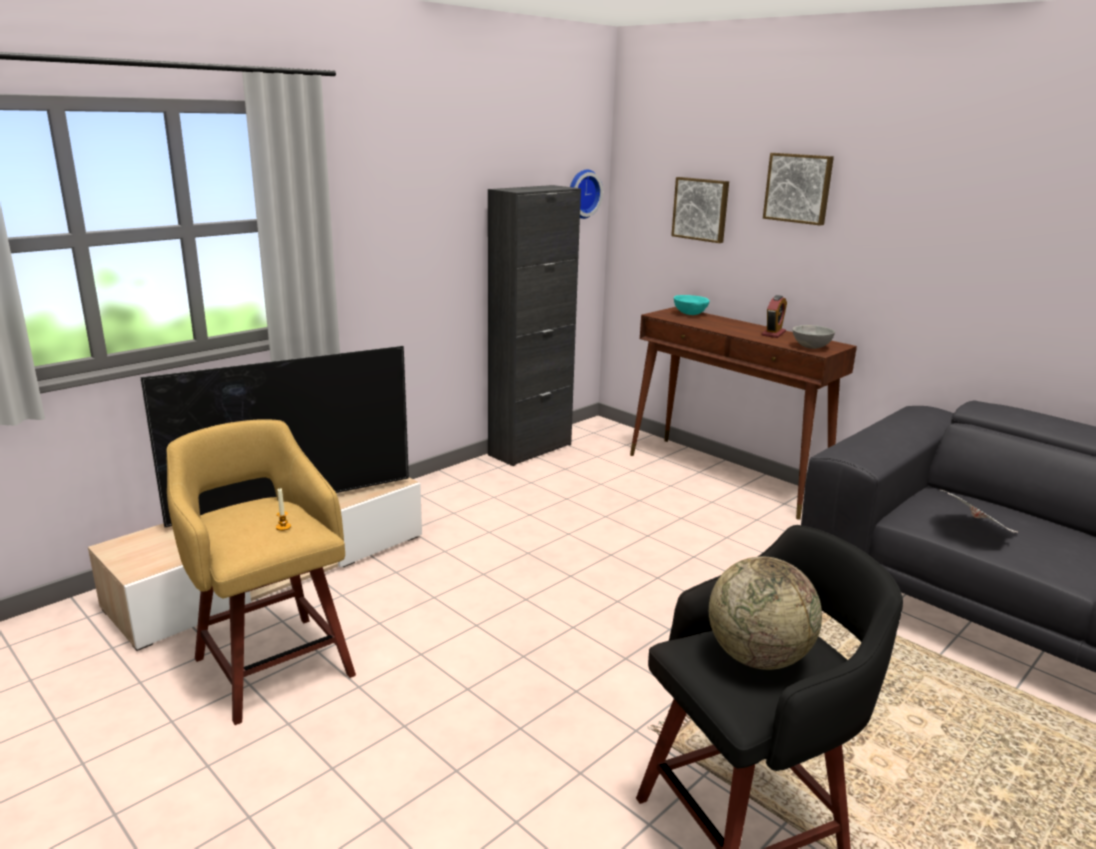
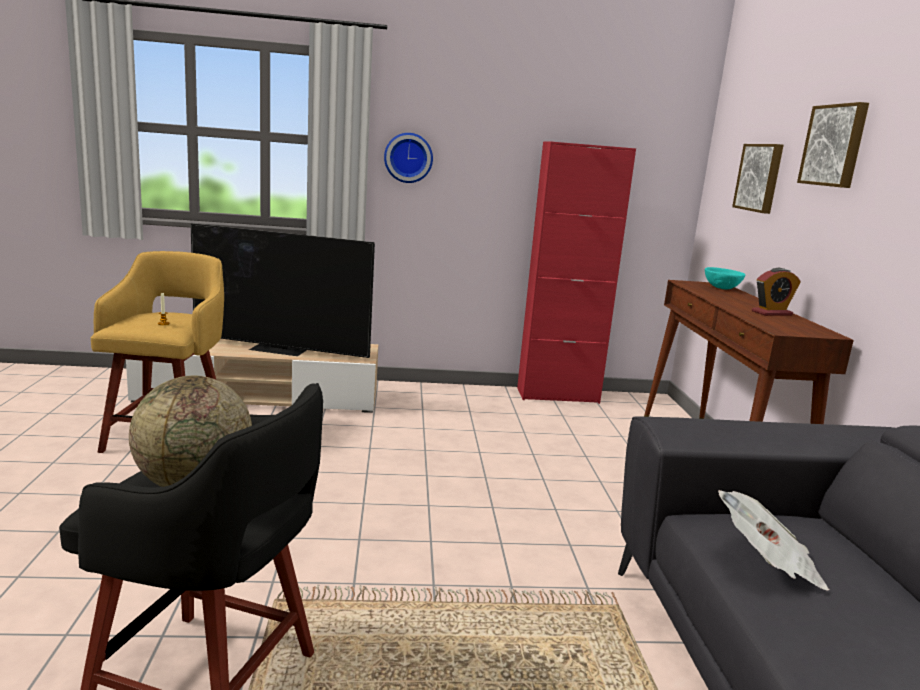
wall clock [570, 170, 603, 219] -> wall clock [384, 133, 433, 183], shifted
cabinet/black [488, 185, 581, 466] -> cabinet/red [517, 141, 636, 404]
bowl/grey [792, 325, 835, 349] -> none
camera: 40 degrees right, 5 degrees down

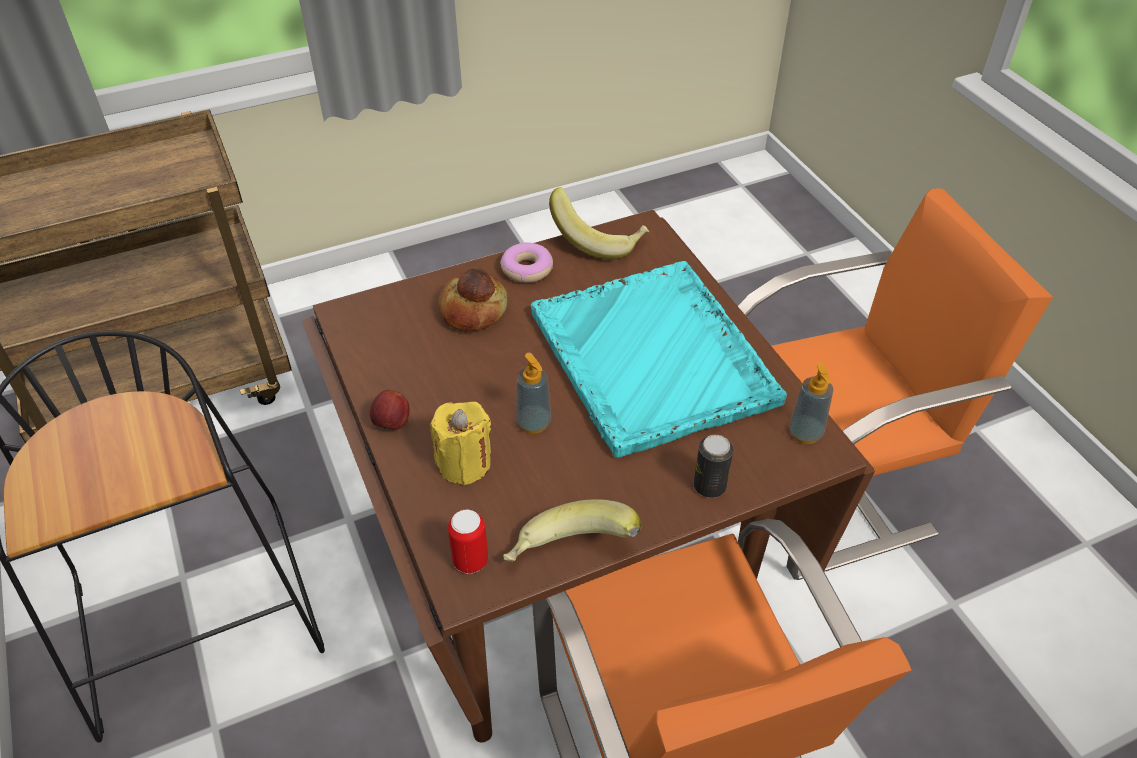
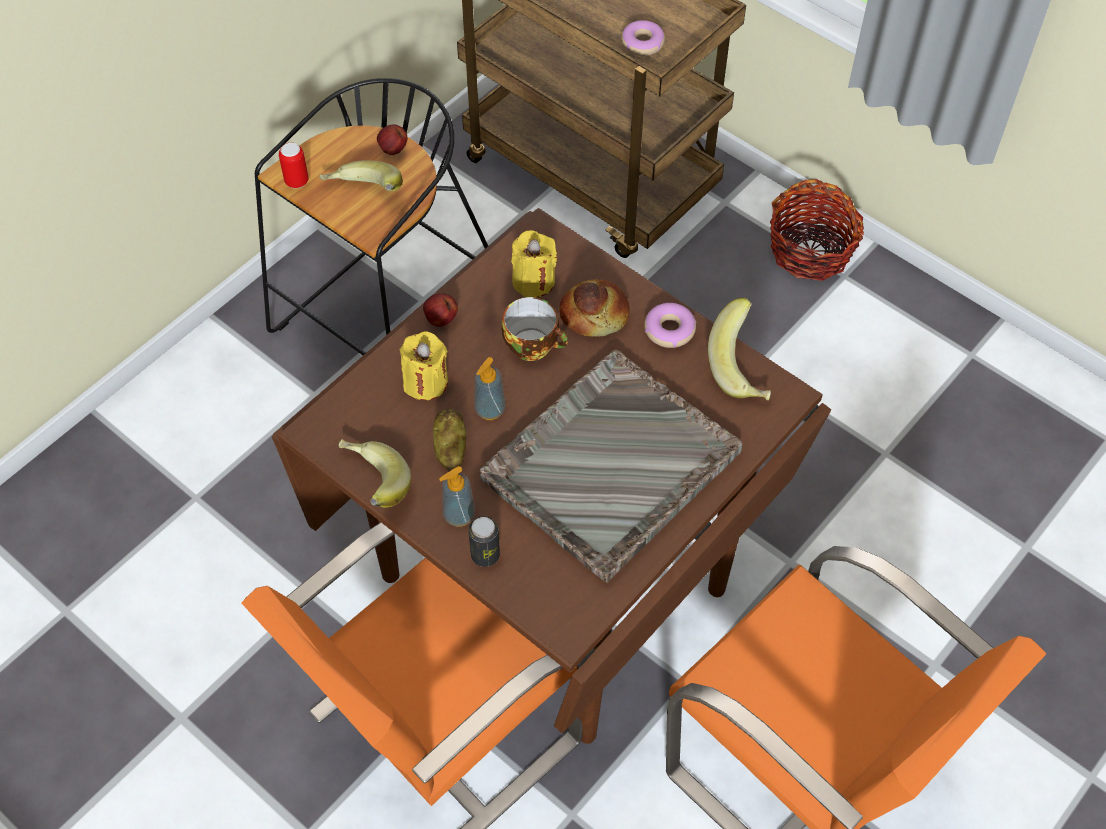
tray/turquoise [531, 261, 787, 458] -> tray/grey [479, 349, 743, 583]
soap dispenser [789, 362, 833, 444] -> soap dispenser [439, 466, 475, 527], shifted
can [448, 509, 488, 574] -> can [279, 143, 309, 188], shifted
none -> donut [621, 20, 665, 56]
none -> apple [377, 124, 407, 155]
none -> banana [319, 161, 403, 191]
none -> basket [770, 179, 864, 281]
none -> candle/yellow [511, 231, 557, 297]
none -> cup [502, 297, 568, 361]
none -> potato [433, 409, 466, 471]
camera: 65 degrees right, 10 degrees up

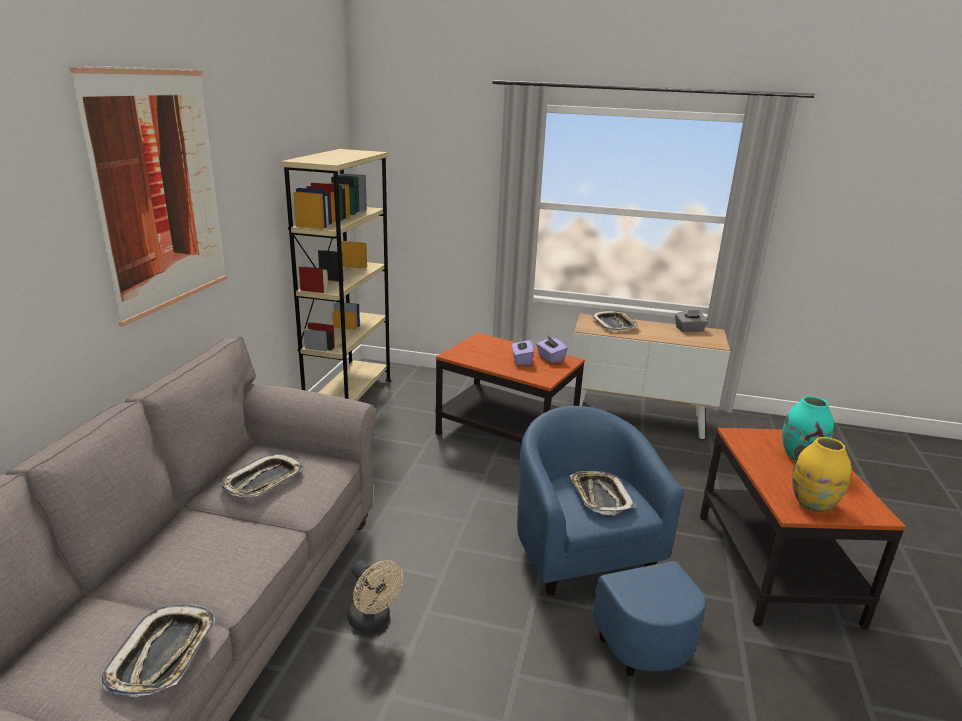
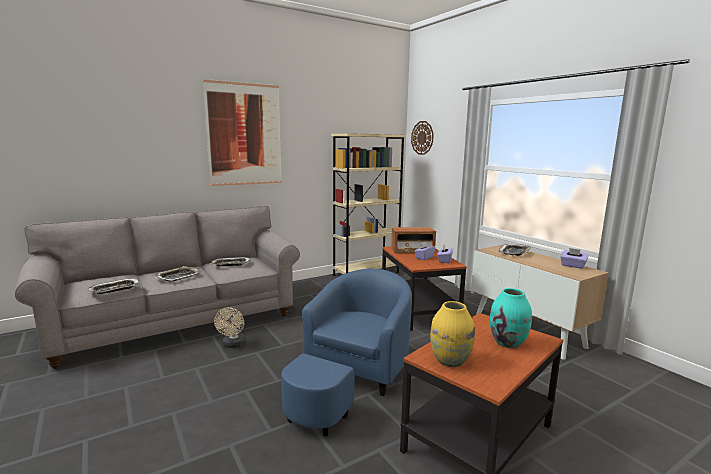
tissue box/grey [675, 310, 708, 332] -> tissue box/purple [560, 248, 589, 269]
tray [570, 471, 636, 515] -> tray [155, 266, 201, 282], shifted
none -> wall clock [411, 121, 434, 155]
none -> radio [391, 227, 436, 254]
camera: 45 degrees right, 10 degrees down

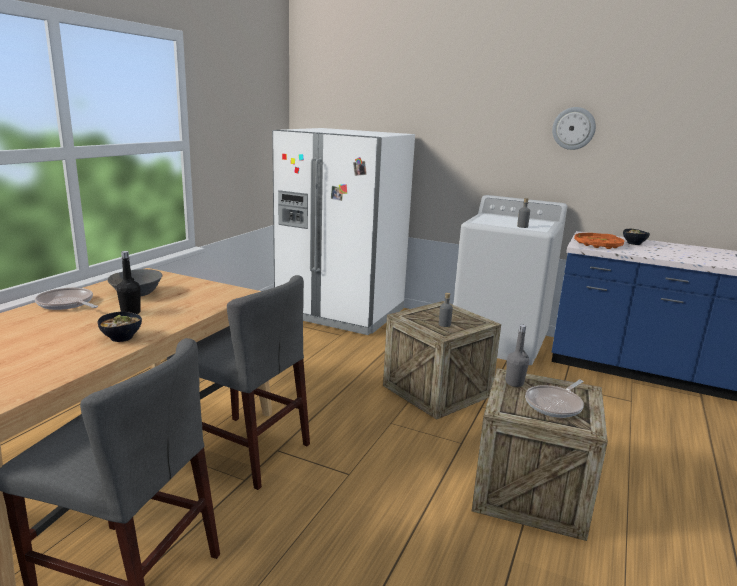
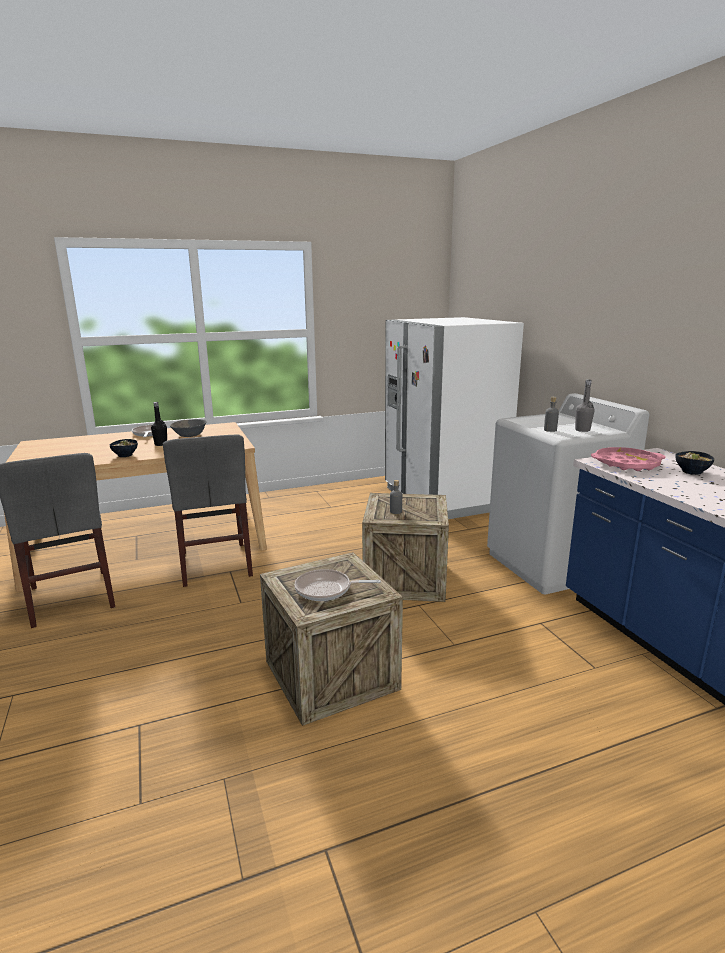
wall clock [552, 107, 596, 150] -> none
tray/orange [574, 233, 625, 249] -> tray/pink [591, 447, 666, 471]
bottle/grey [505, 324, 529, 387] -> bottle/grey [575, 379, 595, 432], shifted
camera: 45 degrees right, 0 degrees up

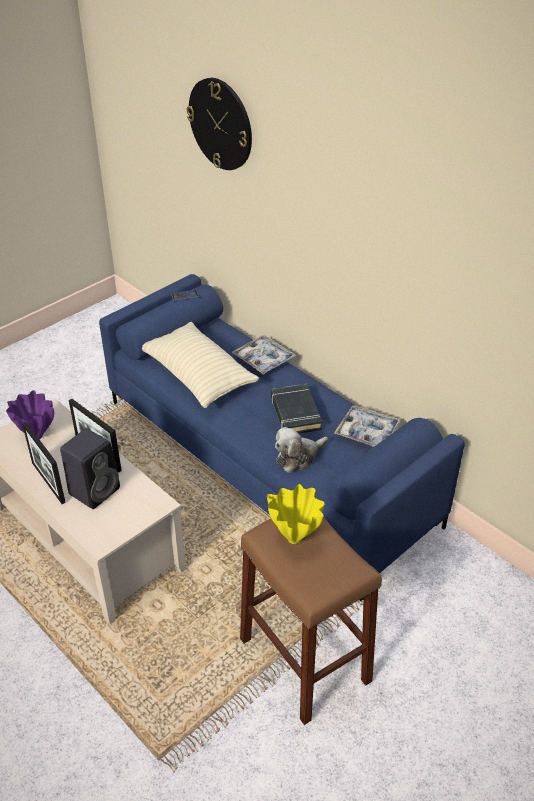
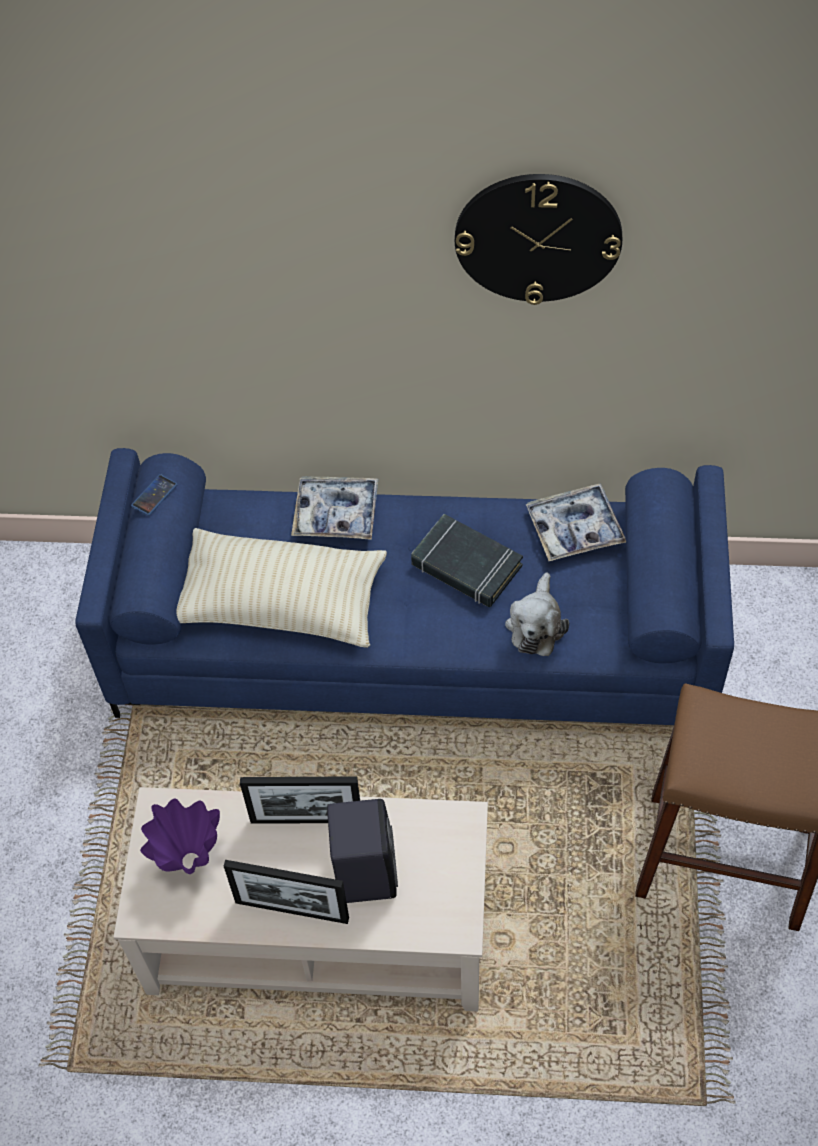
wall clock [187, 78, 252, 170] -> wall clock [455, 174, 622, 305], shifted
vase/yellow [267, 484, 325, 544] -> none
camera: 40 degrees left, 15 degrees up

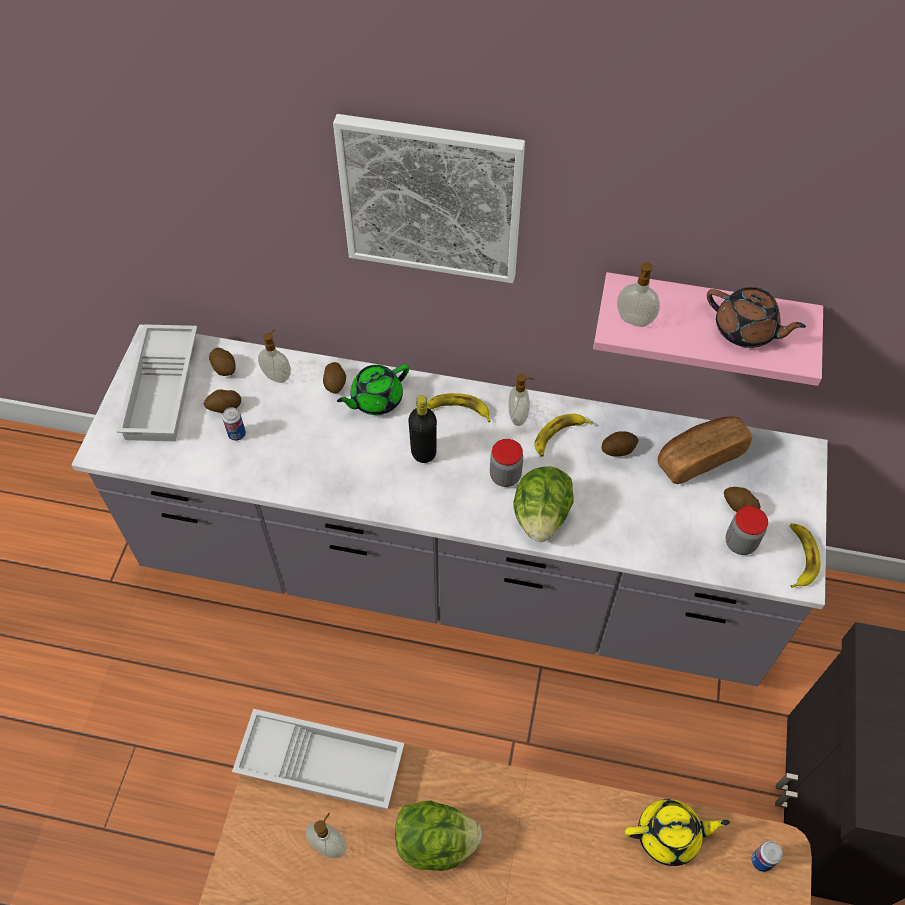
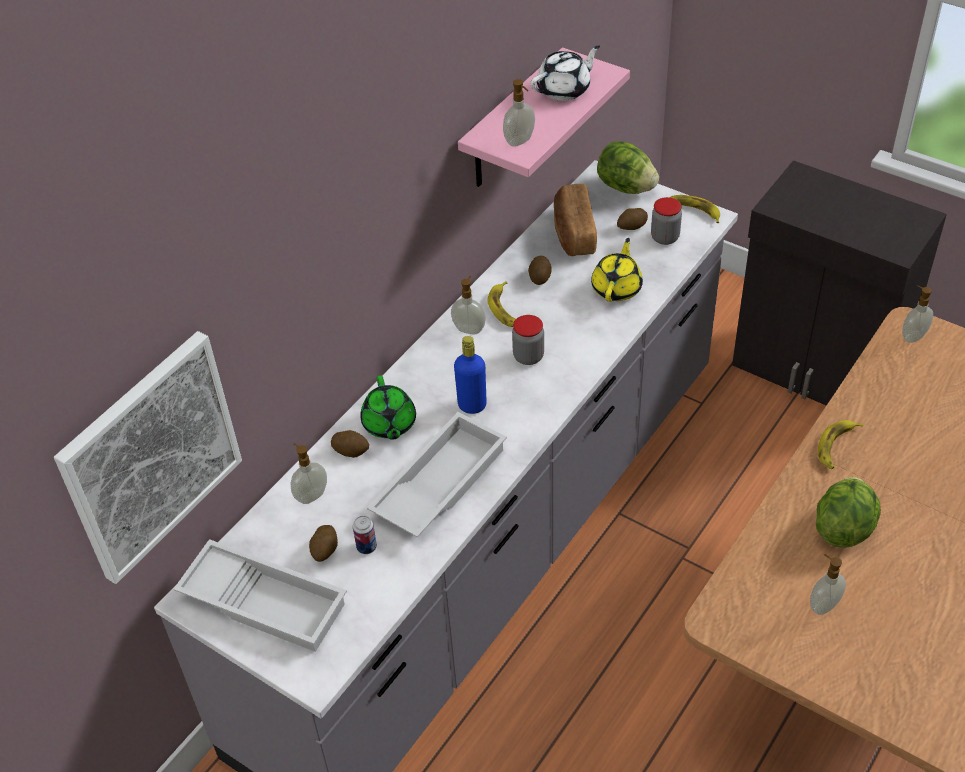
picture [333, 114, 525, 283] -> picture [54, 331, 242, 584], shifted
teapot/brown [707, 287, 806, 348] -> teapot/white [531, 45, 600, 101]
potato [209, 348, 235, 376] -> none
banana [427, 393, 491, 422] -> banana [818, 420, 863, 469], shifted
bottle/black [408, 395, 437, 463] -> bottle/blue [454, 336, 487, 414]
lettuce [513, 466, 574, 542] -> lettuce [597, 142, 659, 194], shifted
tray/white [232, 709, 404, 810] -> tray/white [367, 412, 507, 538], shifted
teapot/yellow [625, 799, 730, 866] -> teapot/yellow [591, 238, 643, 302], shifted
can [751, 841, 783, 872] -> soap dispenser [902, 285, 933, 343]
camera: 65 degrees left, 10 degrees down

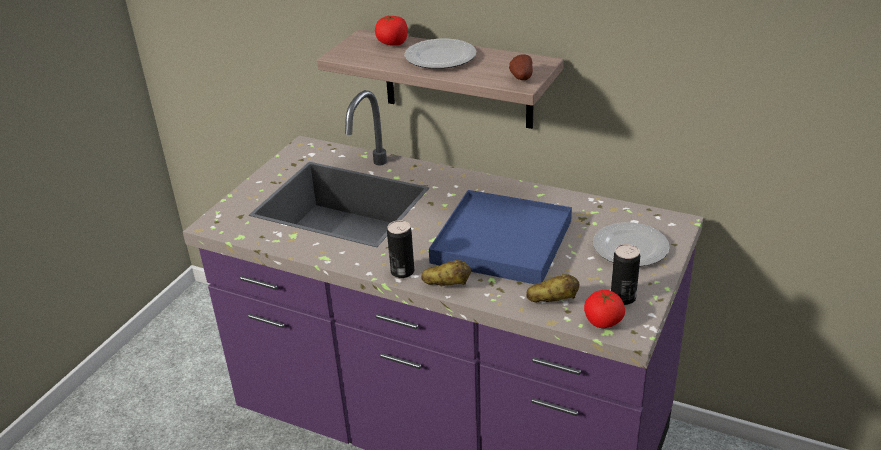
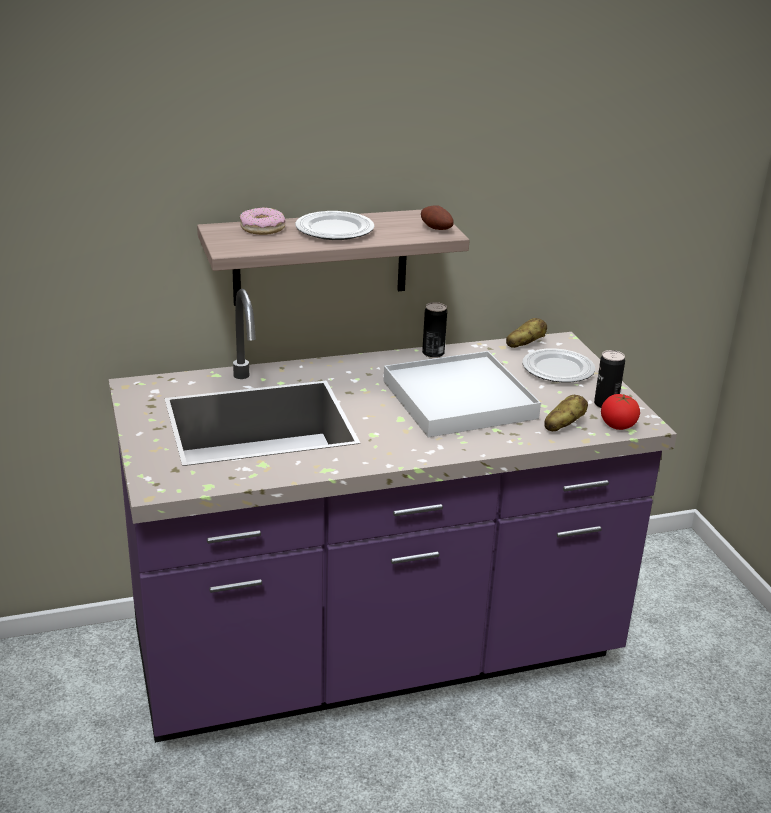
tomato [375, 15, 408, 46] -> donut [239, 207, 286, 235]
tray/blue [429, 190, 572, 284] -> tray/white [384, 351, 541, 438]
can [387, 220, 414, 278] -> can [422, 302, 447, 358], shifted
potato [421, 260, 471, 286] -> potato [506, 318, 547, 348], shifted
camera: 45 degrees left, 5 degrees down

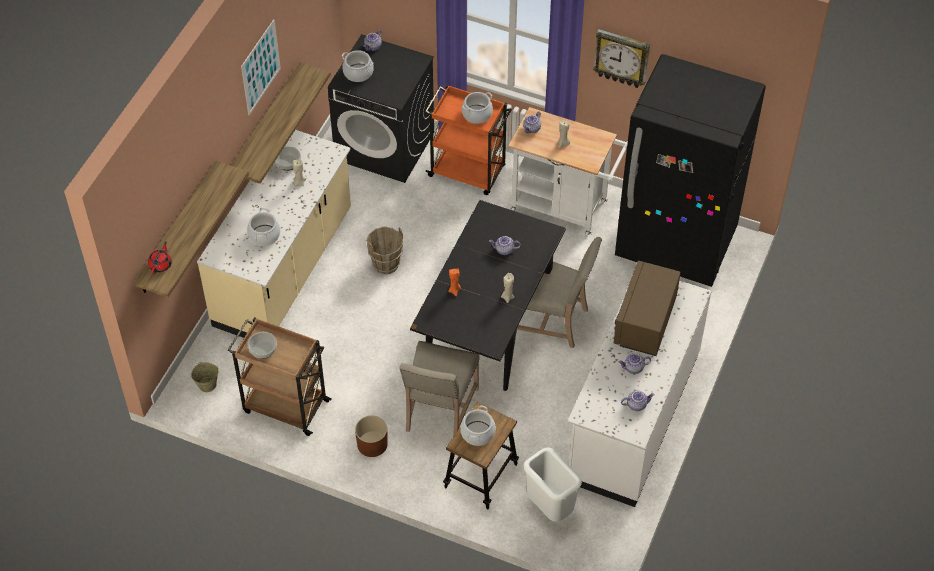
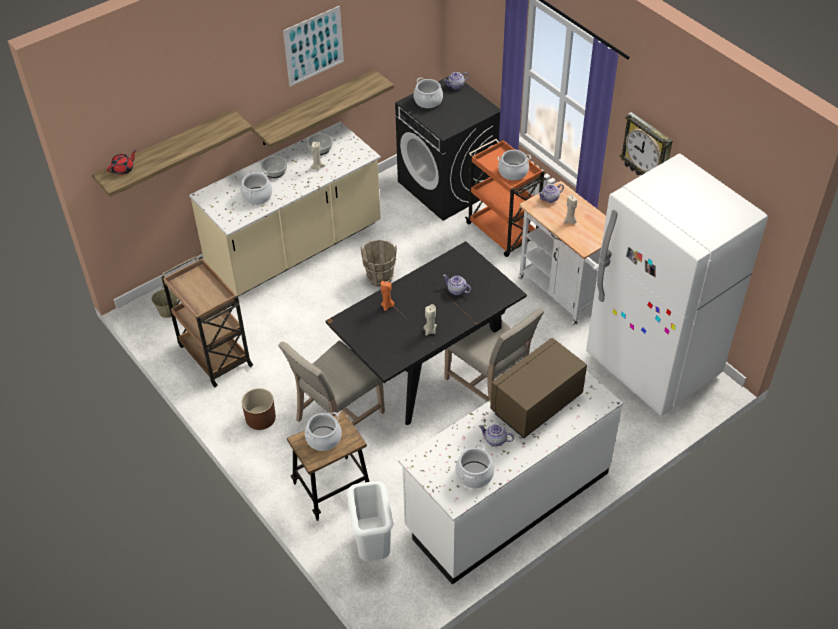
fridge/black [615, 54, 766, 287] -> fridge/white [586, 154, 768, 416]
bowl [247, 332, 277, 359] -> bowl [261, 156, 287, 178], shifted
teapot [621, 391, 655, 411] -> cooking pot [455, 444, 495, 489]
camera: 30 degrees right, 5 degrees down

